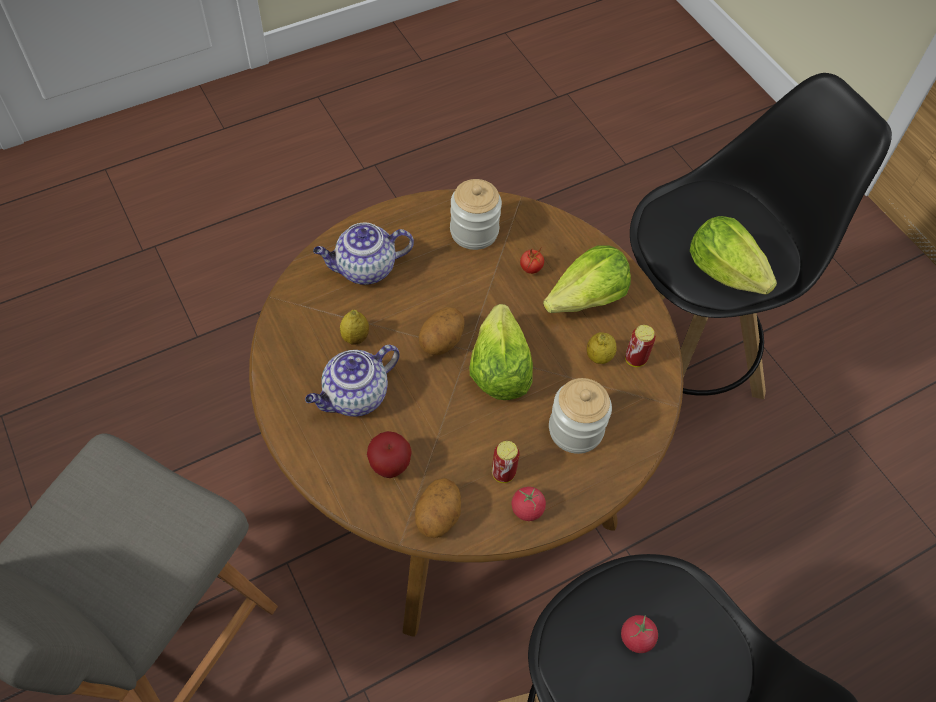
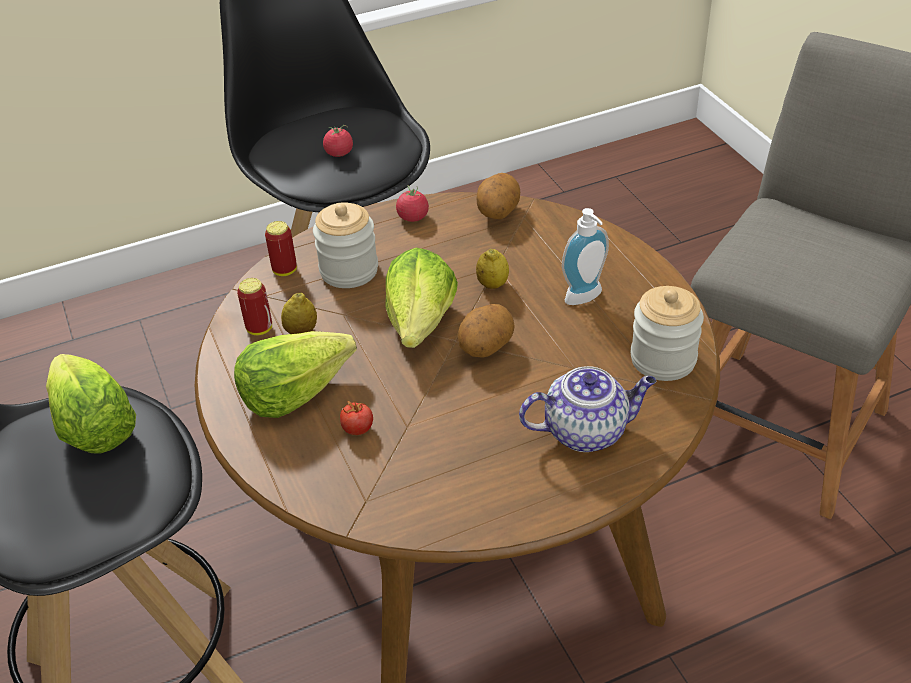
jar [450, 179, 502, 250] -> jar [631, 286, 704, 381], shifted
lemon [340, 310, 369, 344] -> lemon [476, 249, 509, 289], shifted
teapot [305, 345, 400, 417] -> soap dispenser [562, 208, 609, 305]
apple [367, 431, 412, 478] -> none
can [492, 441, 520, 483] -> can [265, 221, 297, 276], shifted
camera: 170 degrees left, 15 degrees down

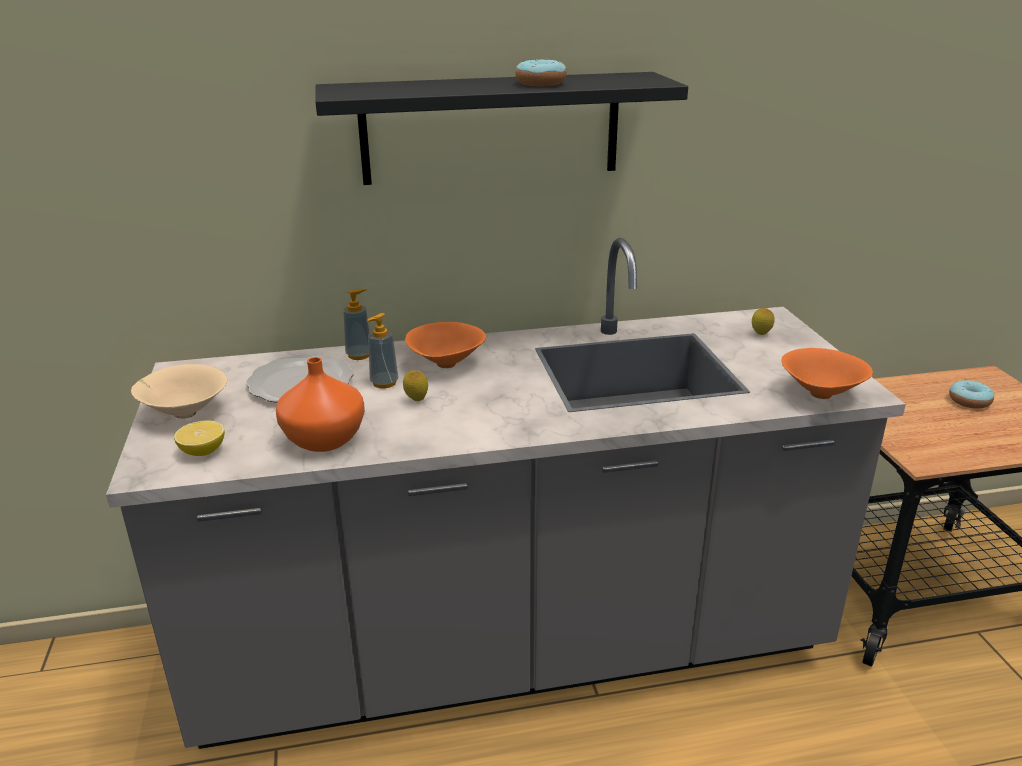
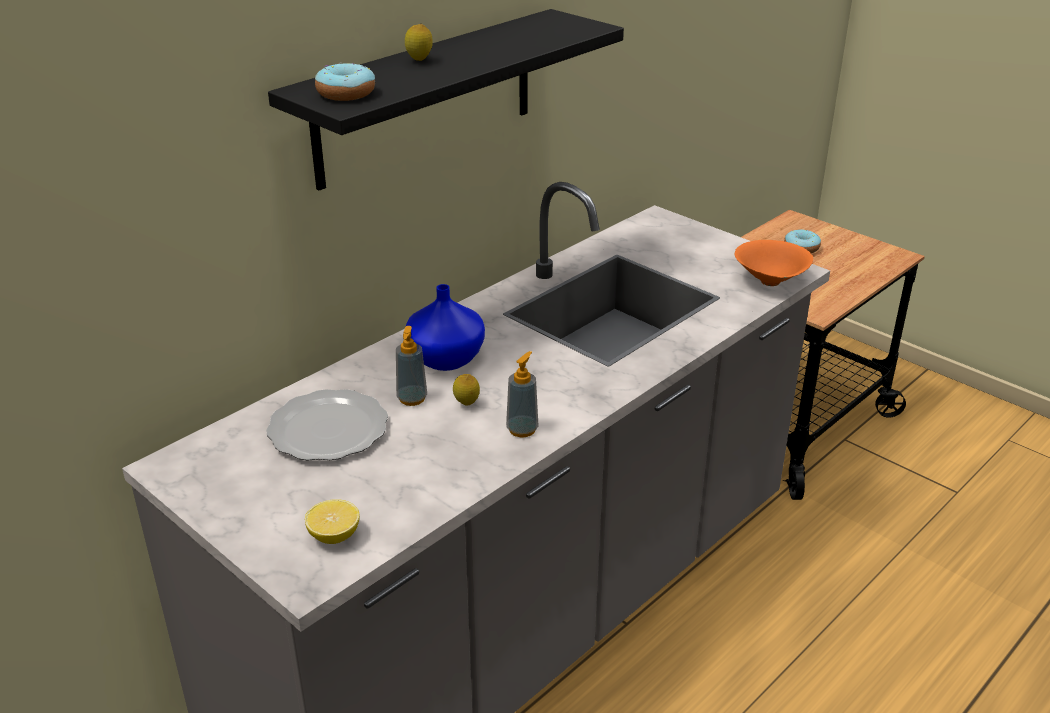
donut [515, 59, 567, 86] -> donut [315, 62, 375, 101], shifted
soap dispenser [343, 289, 370, 360] -> soap dispenser [506, 351, 539, 437], shifted
lemon [752, 308, 775, 335] -> lemon [405, 24, 433, 61], shifted
bowl/orange [405, 322, 486, 368] -> vase/blue [406, 284, 485, 371]
vase/orange [276, 357, 365, 452] -> none
bowl/beige [131, 364, 227, 419] -> none
camera: 35 degrees left, 5 degrees up

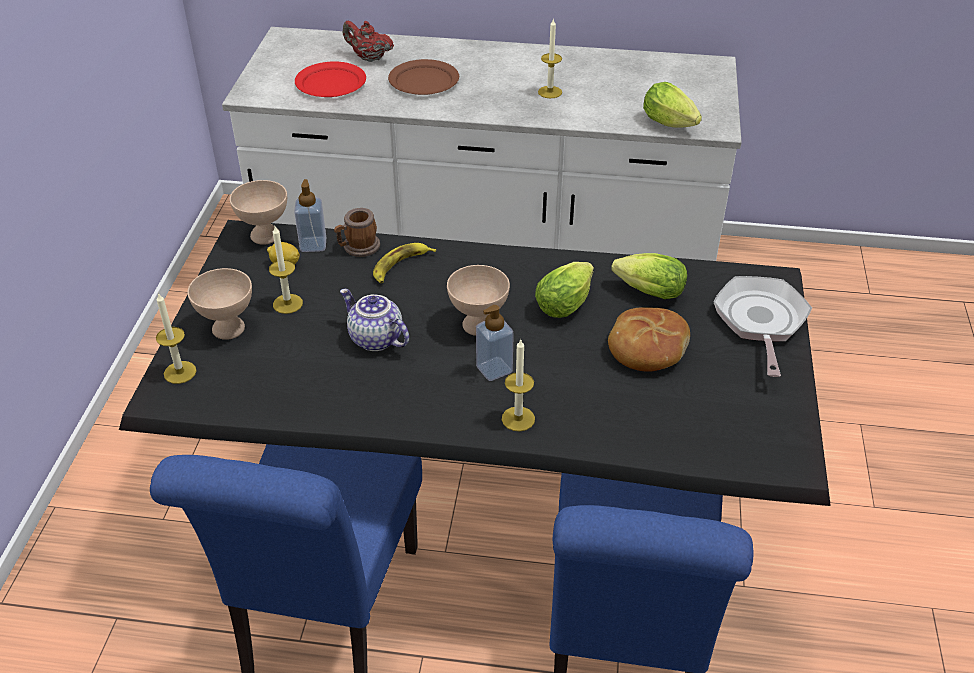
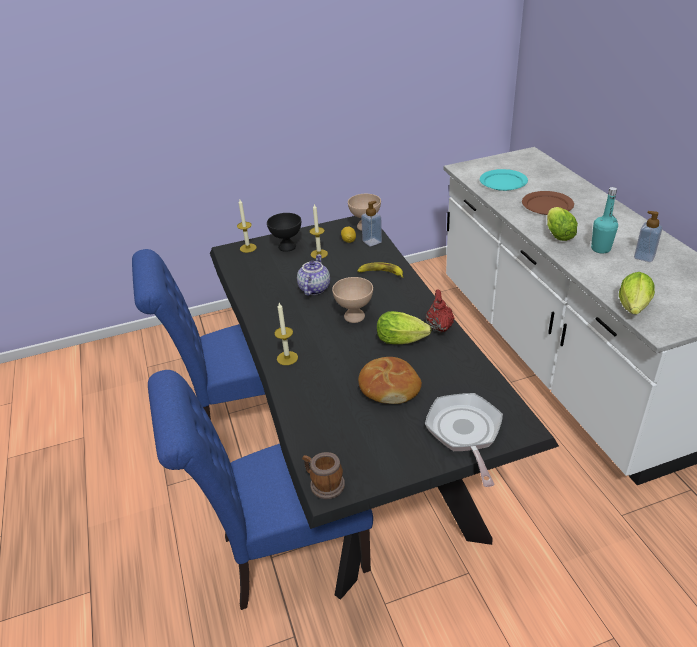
candle [538, 19, 562, 98] -> bottle/turquoise [591, 187, 618, 253]
teapot/red [343, 21, 394, 62] -> teapot/red [426, 289, 454, 333], shifted
plate/red [295, 61, 366, 97] -> plate/turquoise [480, 169, 528, 191]
mug [334, 208, 380, 257] -> mug [302, 452, 345, 499], shifted
lettuce [611, 253, 687, 299] -> lettuce [547, 207, 578, 241], shifted
bowl/beige [187, 268, 252, 340] -> bowl/black [267, 213, 301, 252]
frying pan [713, 276, 812, 377] -> frying pan [425, 393, 503, 487], 75 degrees counterclockwise
soap dispenser [476, 305, 514, 381] -> soap dispenser [634, 211, 663, 262], shifted
camera: 65 degrees right, 5 degrees down

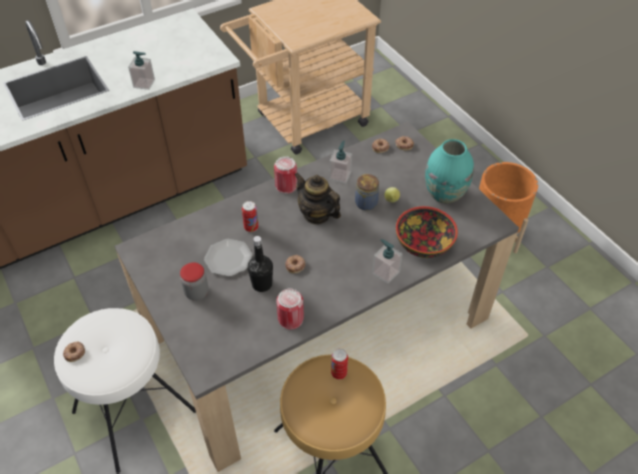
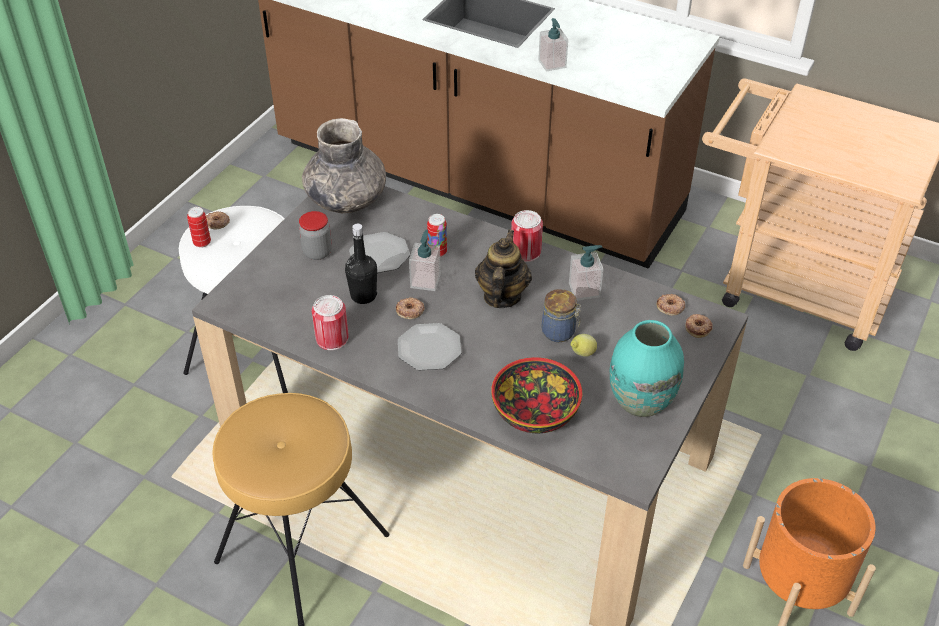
soap dispenser [372, 239, 403, 284] -> soap dispenser [409, 230, 441, 291], shifted
can [331, 349, 348, 380] -> can [187, 207, 211, 248], shifted
none -> vase/grey [302, 118, 386, 213]
none -> plate [398, 323, 461, 370]
camera: 60 degrees right, 5 degrees down

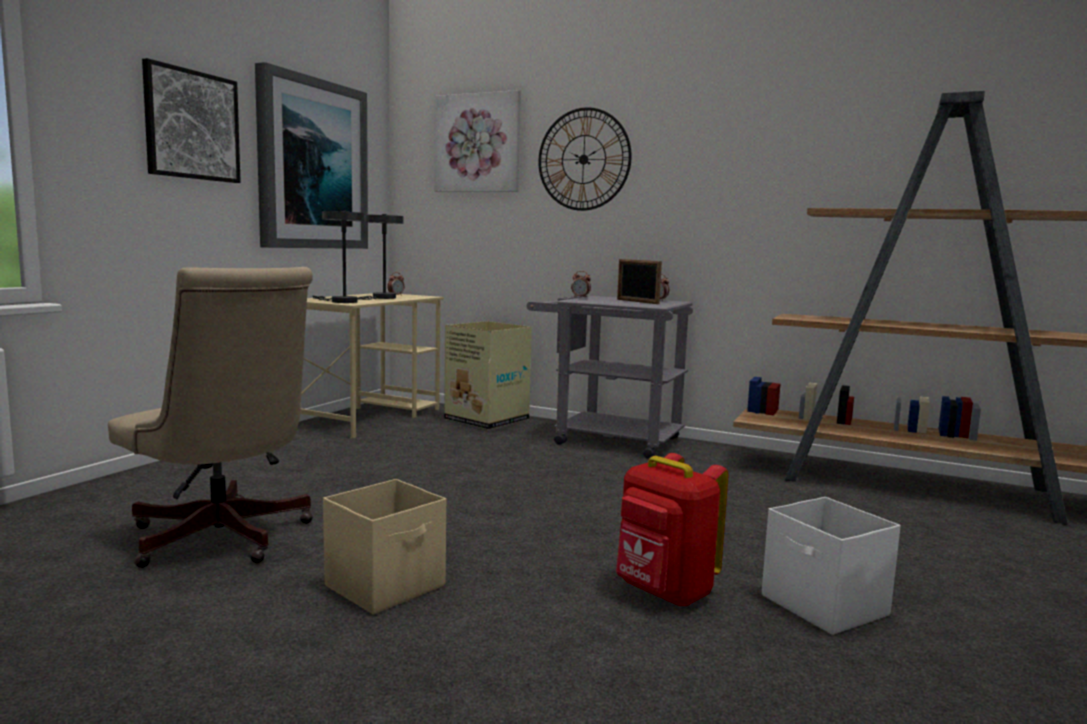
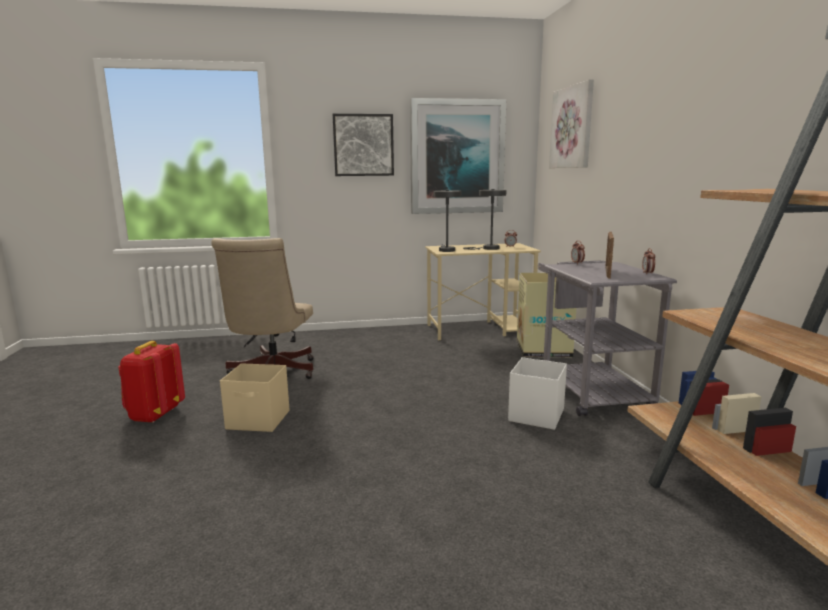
wall clock [538, 107, 632, 211] -> none
backpack/red [616, 453, 729, 606] -> backpack/red [118, 341, 185, 423], shifted
storage box/white [762, 497, 901, 635] -> storage box/white [508, 357, 567, 430], shifted
camera: 55 degrees right, 5 degrees up

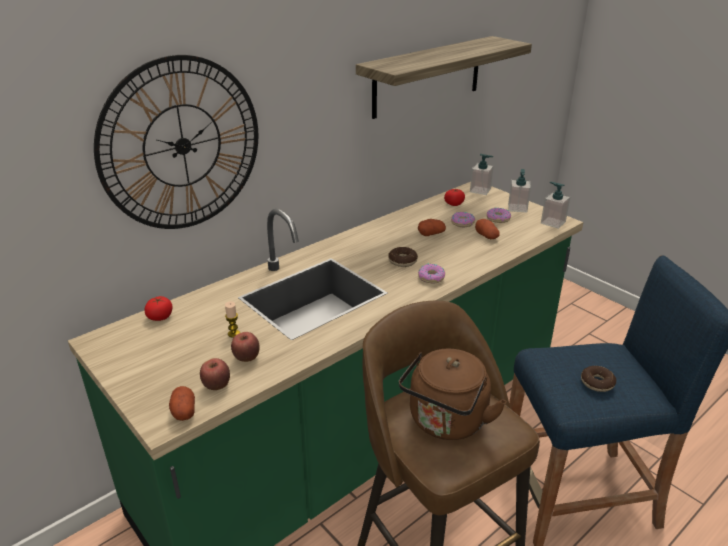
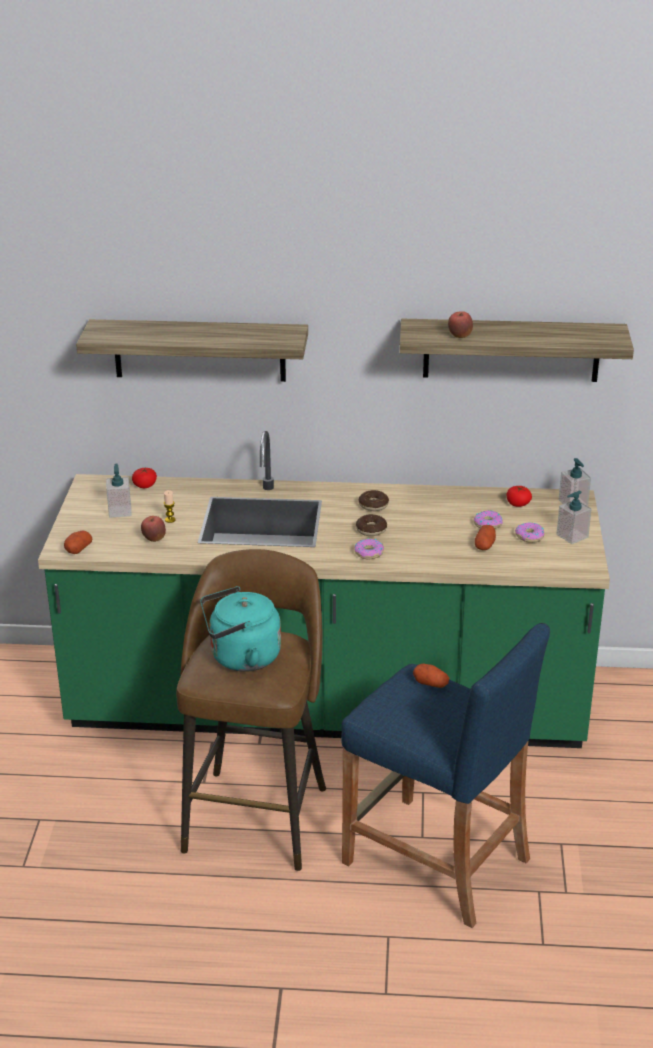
wall clock [94, 55, 258, 229] -> shelf [76, 319, 308, 382]
soap dispenser [541, 182, 570, 229] -> soap dispenser [106, 464, 132, 518], shifted
potato [418, 219, 446, 236] -> potato [413, 664, 450, 688], shifted
kettle/brown [399, 349, 507, 440] -> kettle/turquoise [200, 586, 281, 672]
apple [200, 358, 230, 390] -> apple [448, 311, 473, 338], shifted
donut [581, 366, 616, 392] -> donut [359, 490, 389, 511], shifted
camera: 45 degrees right, 0 degrees up

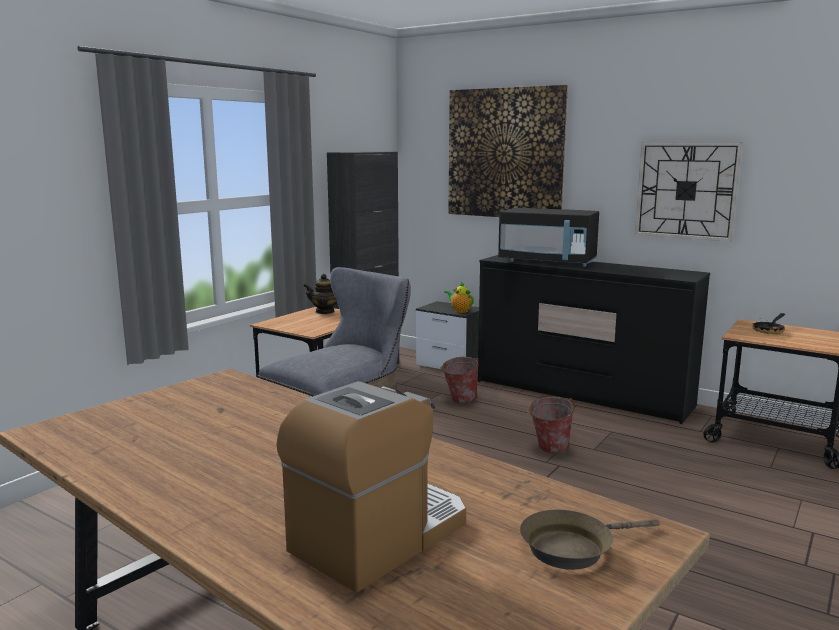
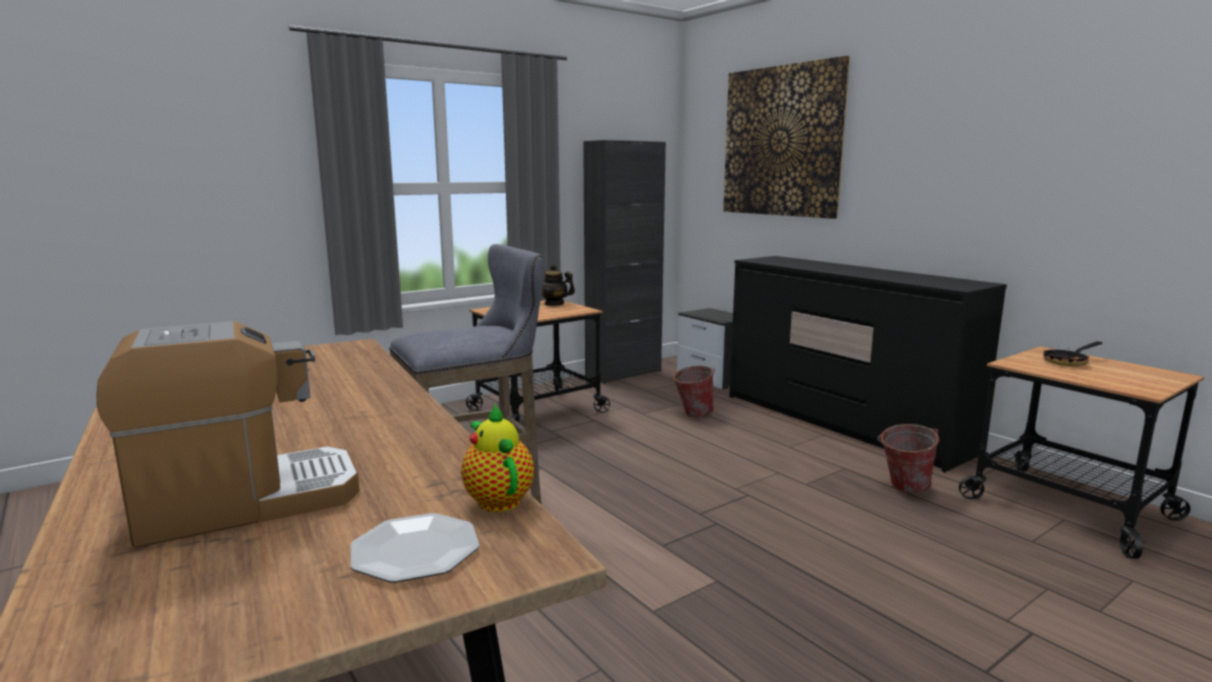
wall clock [635, 142, 743, 242] -> none
microwave/black [498, 208, 599, 267] -> none
teapot [444, 281, 474, 313] -> teapot [461, 404, 534, 512], shifted
bucket [527, 396, 574, 453] -> bucket [878, 424, 939, 494], shifted
frying pan/brown [520, 510, 660, 570] -> plate [350, 513, 480, 583]
camera: 20 degrees right, 0 degrees up

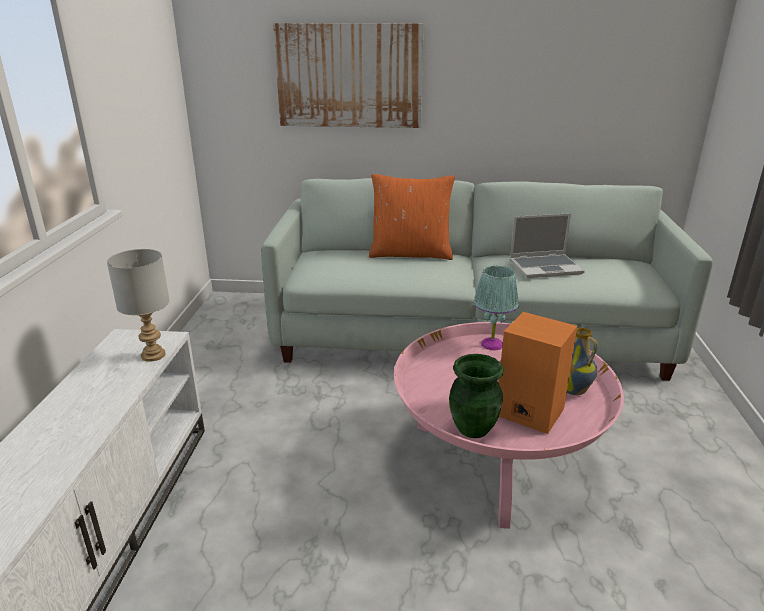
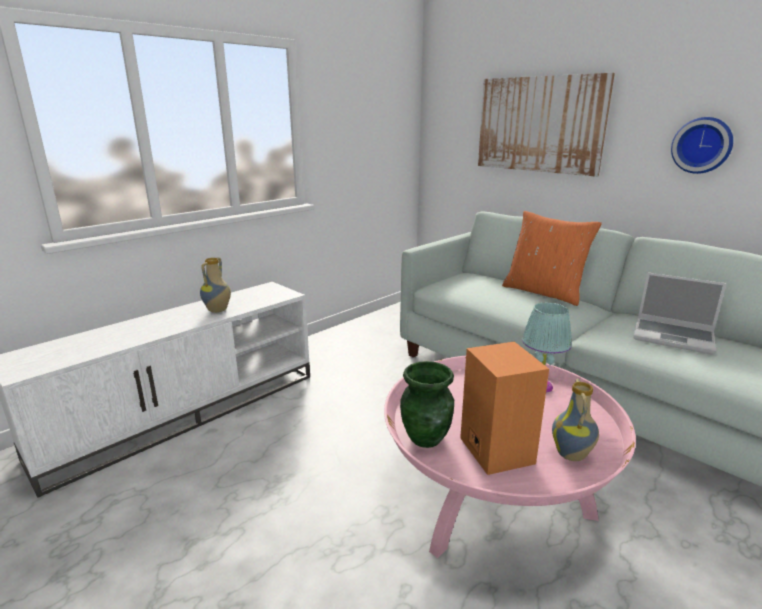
table lamp/grey [107, 249, 170, 362] -> none
none -> wall clock [671, 117, 733, 174]
none -> vase [200, 257, 231, 313]
camera: 40 degrees right, 5 degrees down

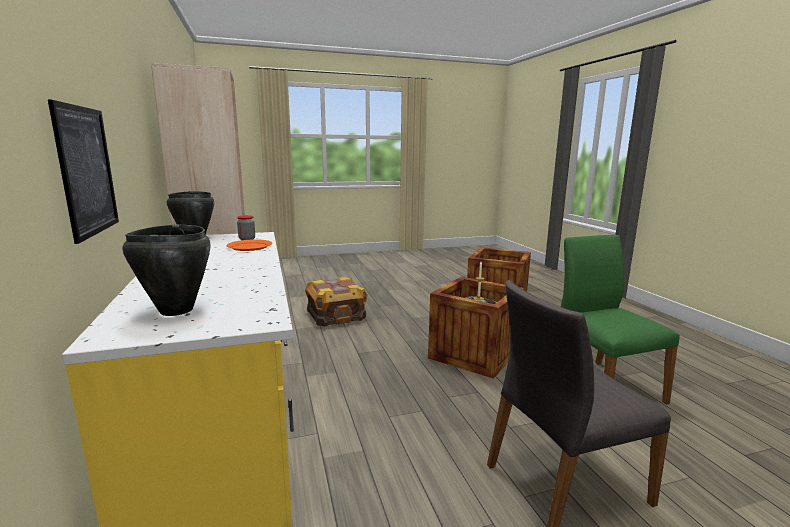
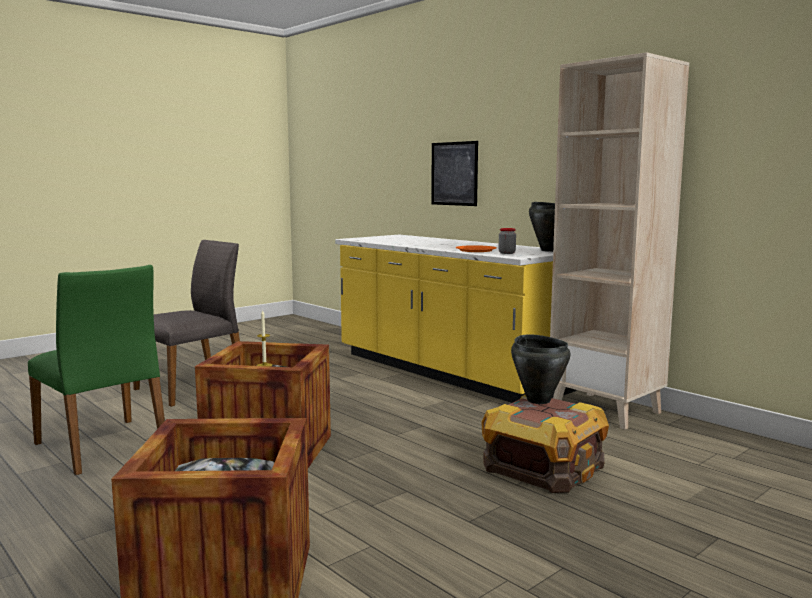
cooking pot/black [123, 224, 211, 316] -> cooking pot/black [511, 334, 570, 404], shifted
camera: 155 degrees right, 5 degrees down

